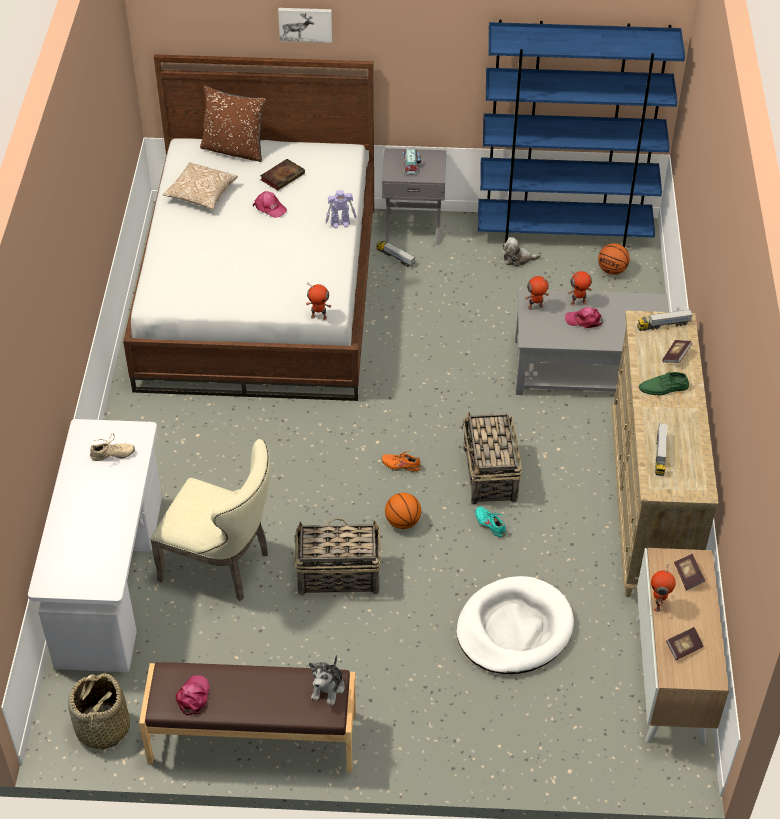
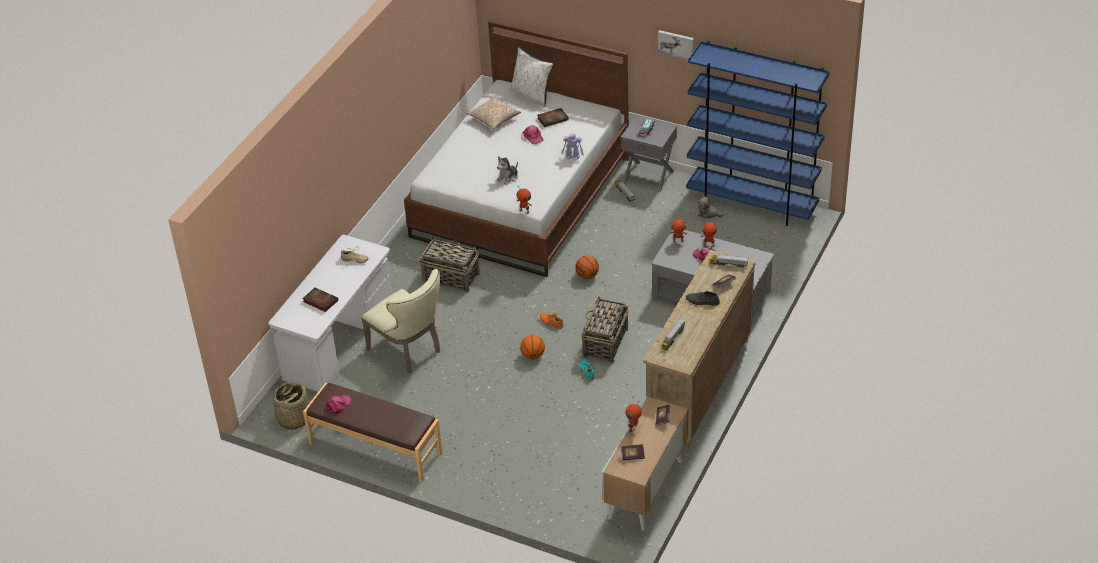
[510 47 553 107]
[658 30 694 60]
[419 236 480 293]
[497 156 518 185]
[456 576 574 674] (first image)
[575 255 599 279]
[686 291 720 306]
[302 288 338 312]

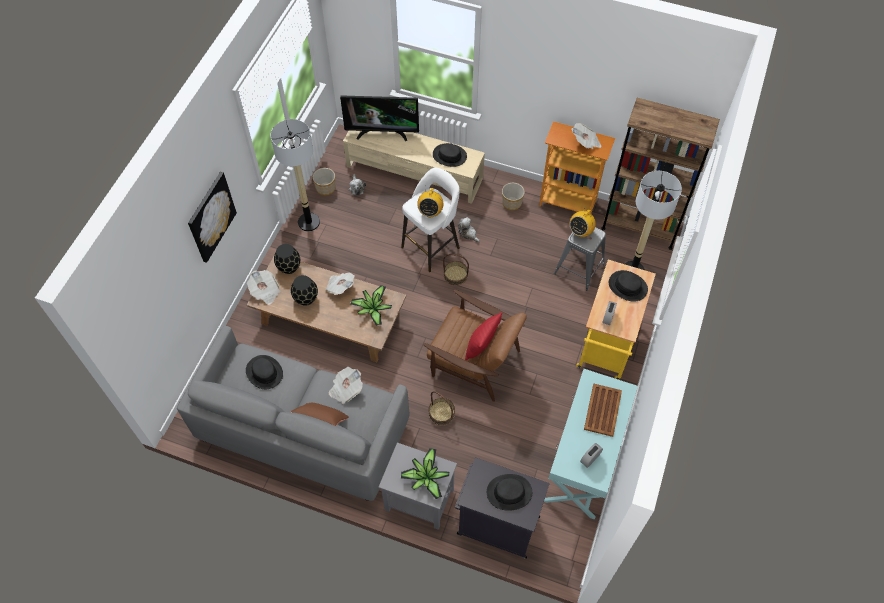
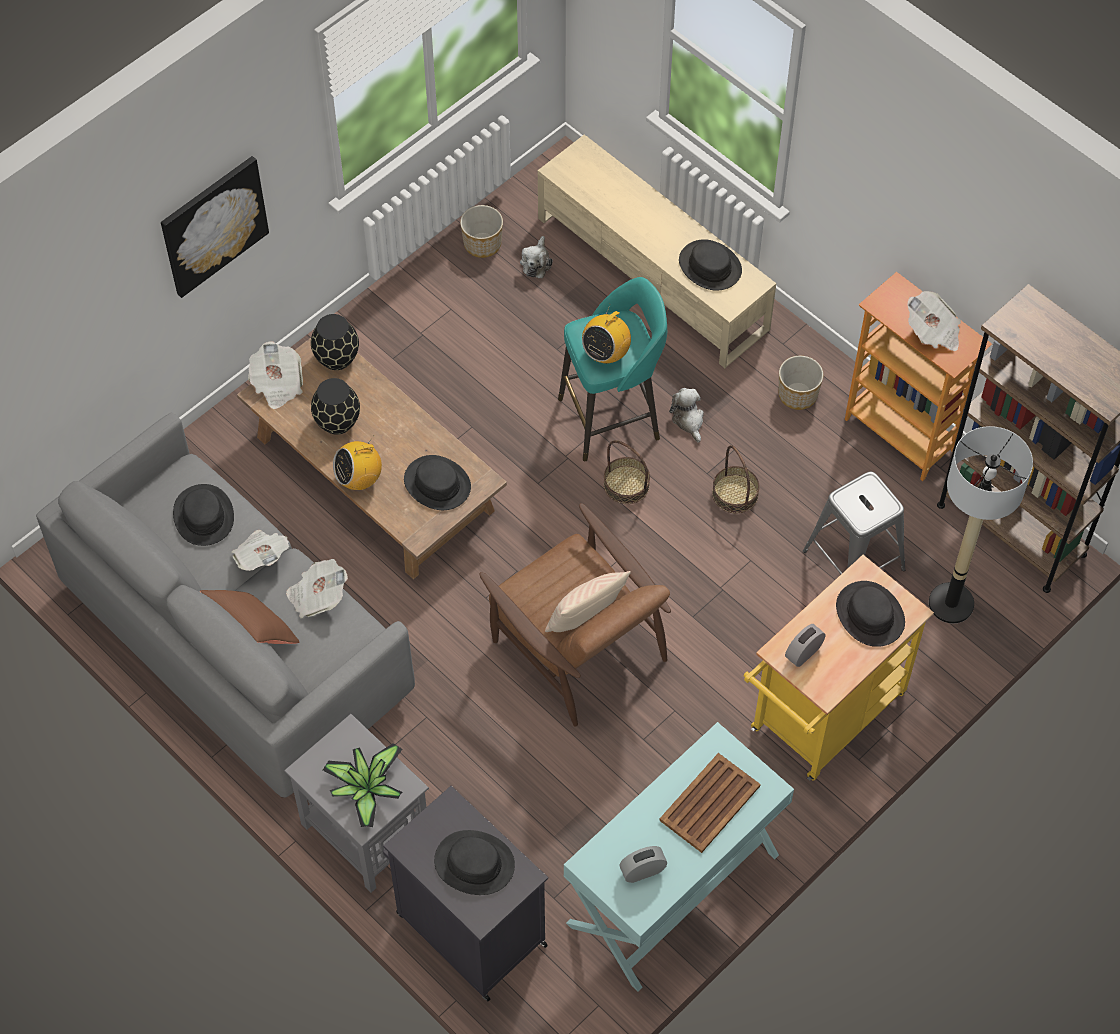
[271 119 320 231] (first image)
[232 530 289 571]
[340 95 419 141] (first image)
[404 455 471 510]
[558 277 667 461]
[712 445 759 514]
[545 571 631 632]
[333 435 382 490]

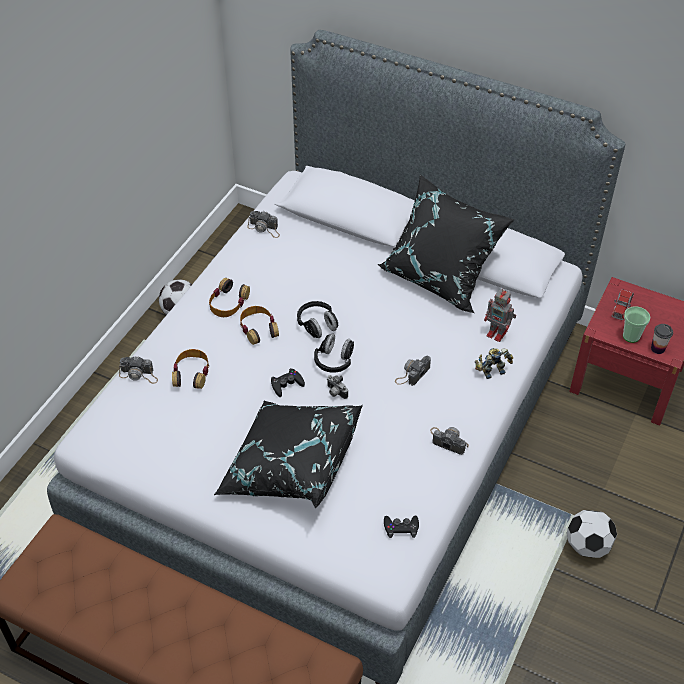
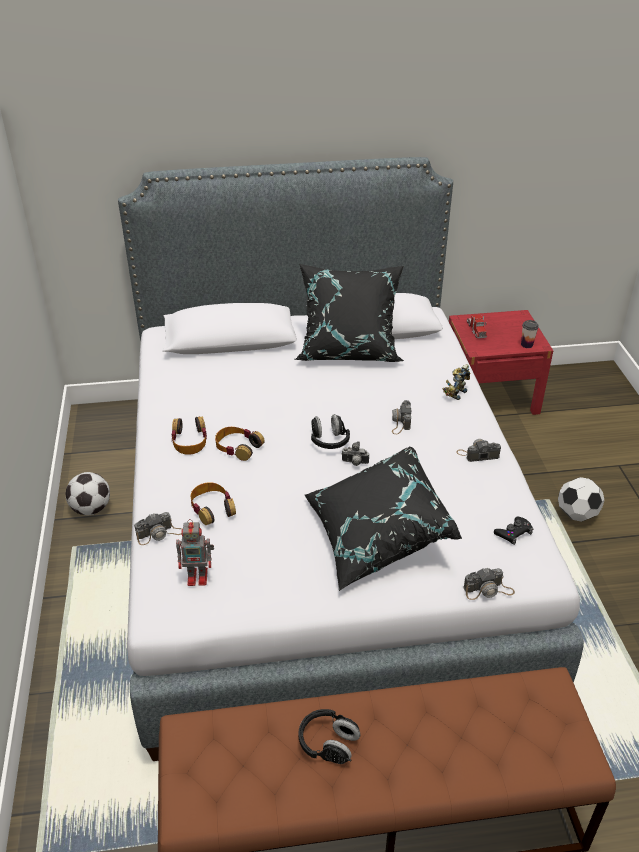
[463 568 515 600]
[271 368 305 397] (first image)
[299 709 360 764]
[176 519 214 586]
[623 306 650 343] (first image)

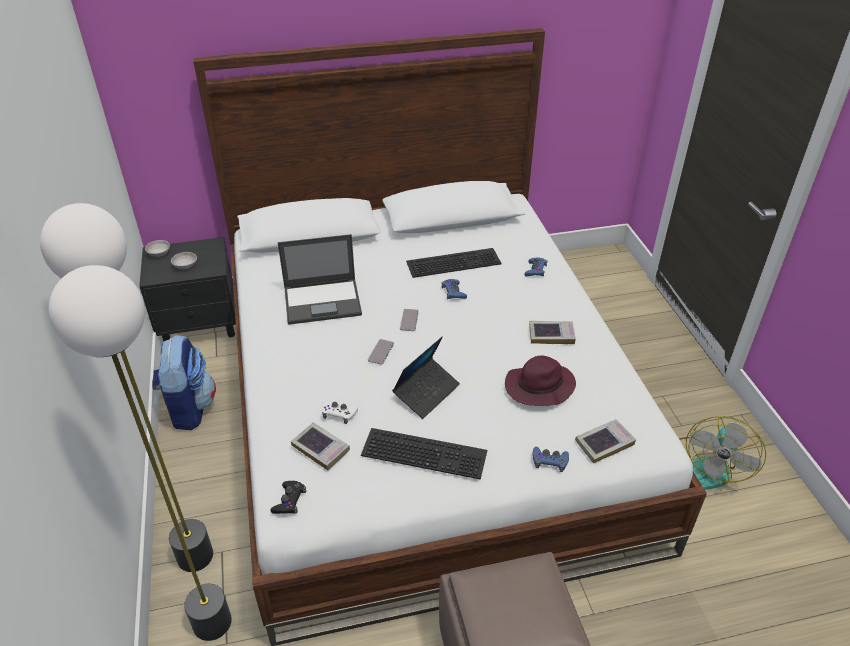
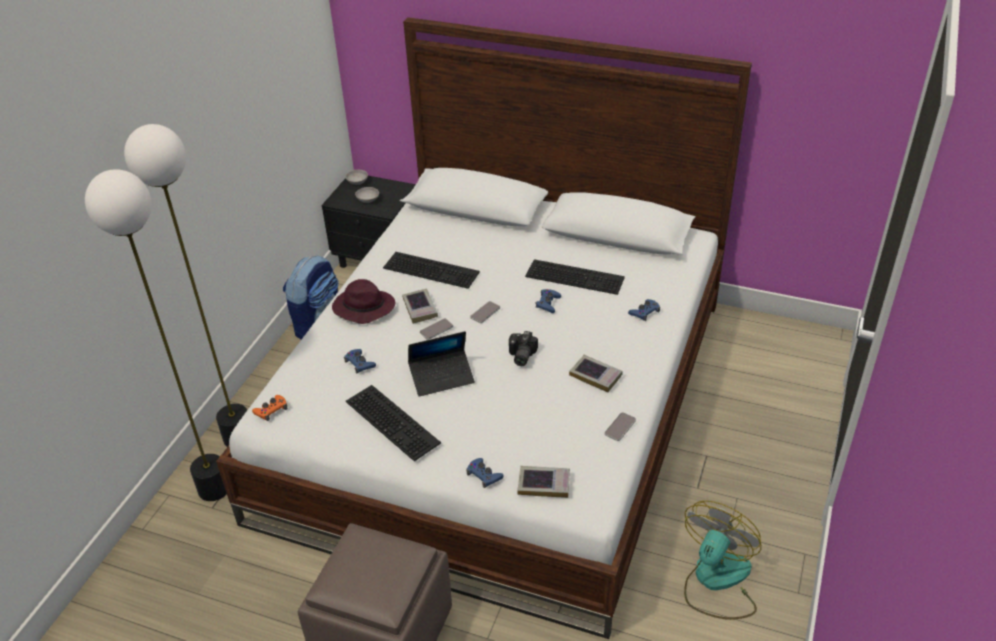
[252 395 288 421]
[383 252 480 289]
[402 289 438 324]
[344 349 376 373]
[332 279 395 324]
[684 501 761 620]
[509 331 538 366]
[605 412 636 441]

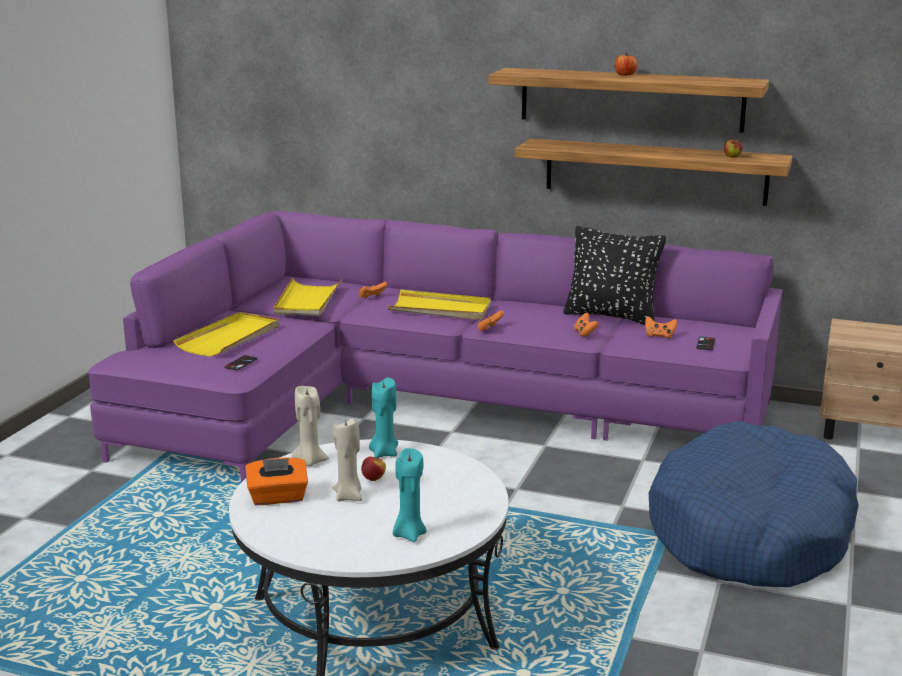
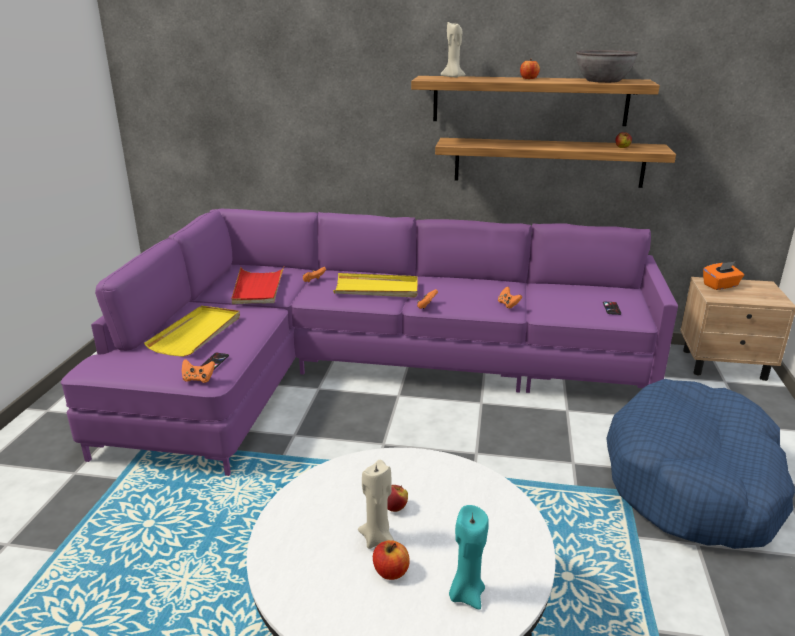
[703 262 744 290]
[232 267 284 304]
[441 22 466 78]
[369 378 398 458] (first image)
[563 226 666 325] (first image)
[182 359 215 383]
[373 540 410 580]
[576 50 638 83]

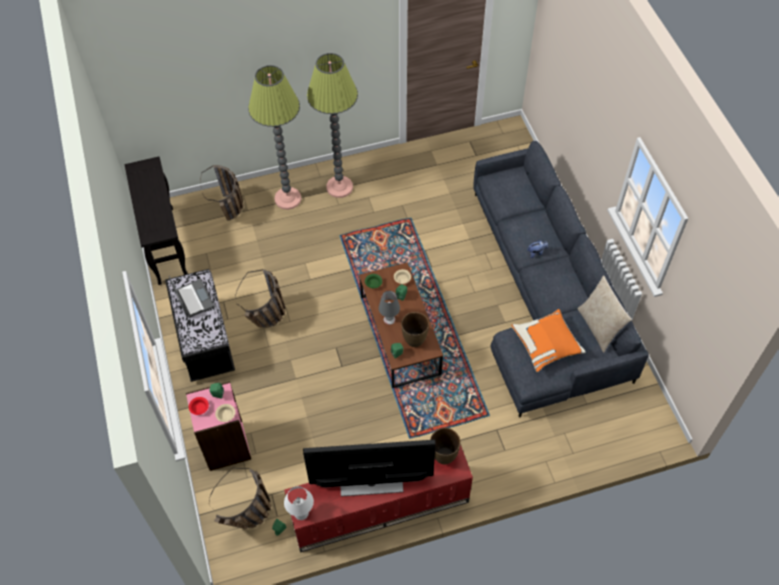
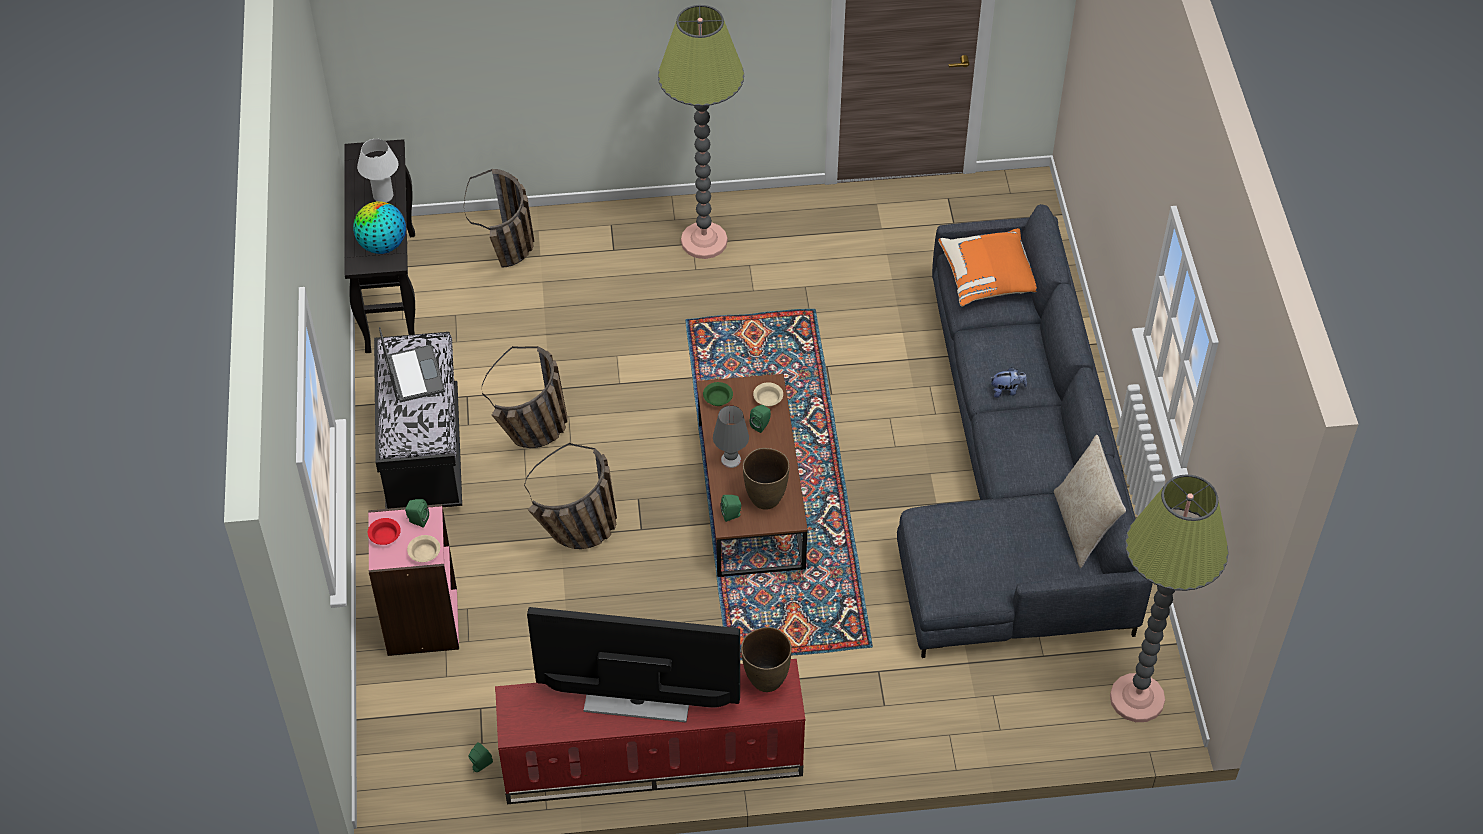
[524 443 617 549]
[1110 474 1229 722]
[357 139 398 203]
[938 228 1037 307]
[353 202 406 254]

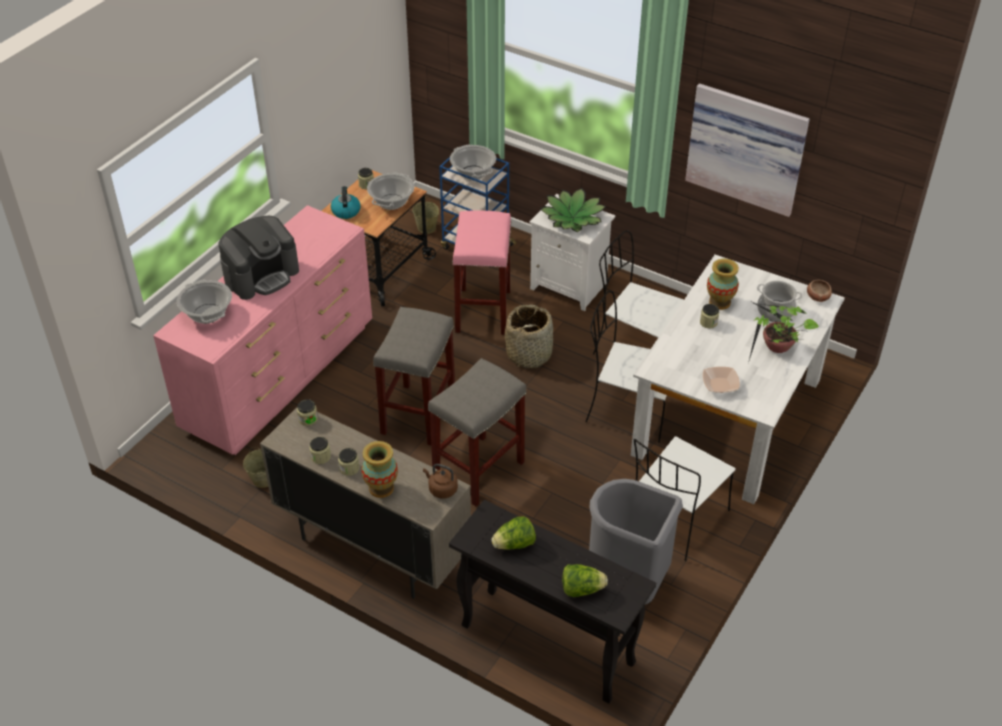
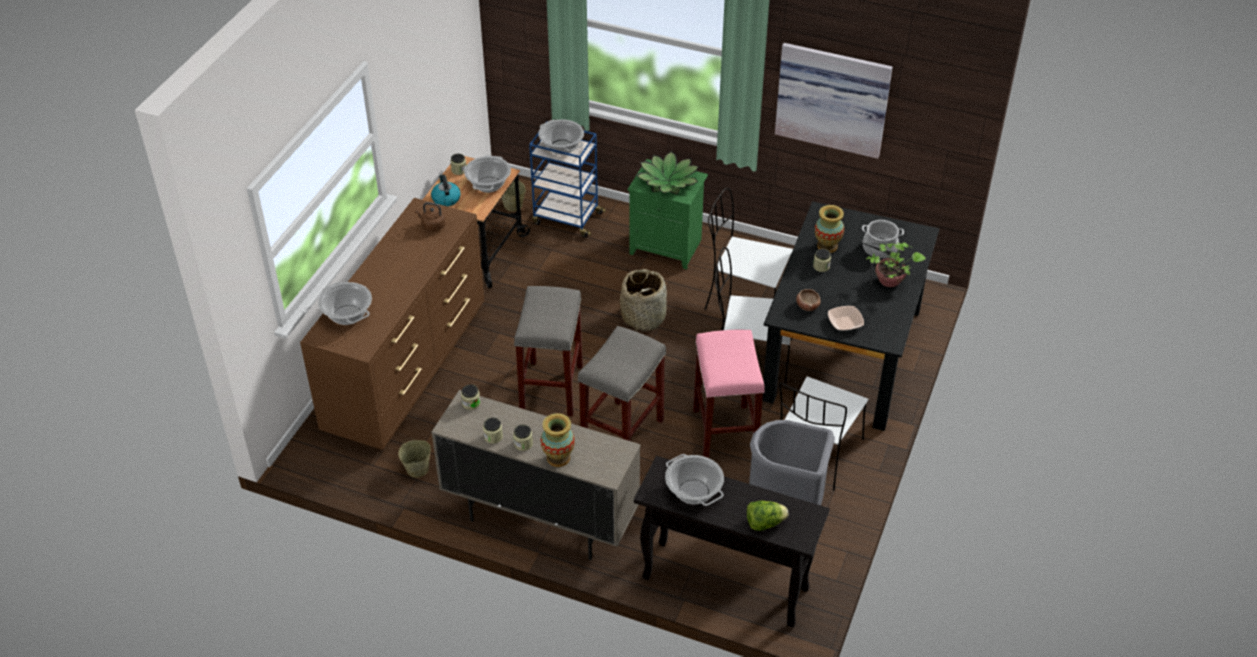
[300 198 484 450]
[218 216 299 300] (first image)
[415 202 445 232]
[693 330 765 458]
[665 454 724 506]
[628 159 708 270]
[762 201 940 431]
[796 289 820 311]

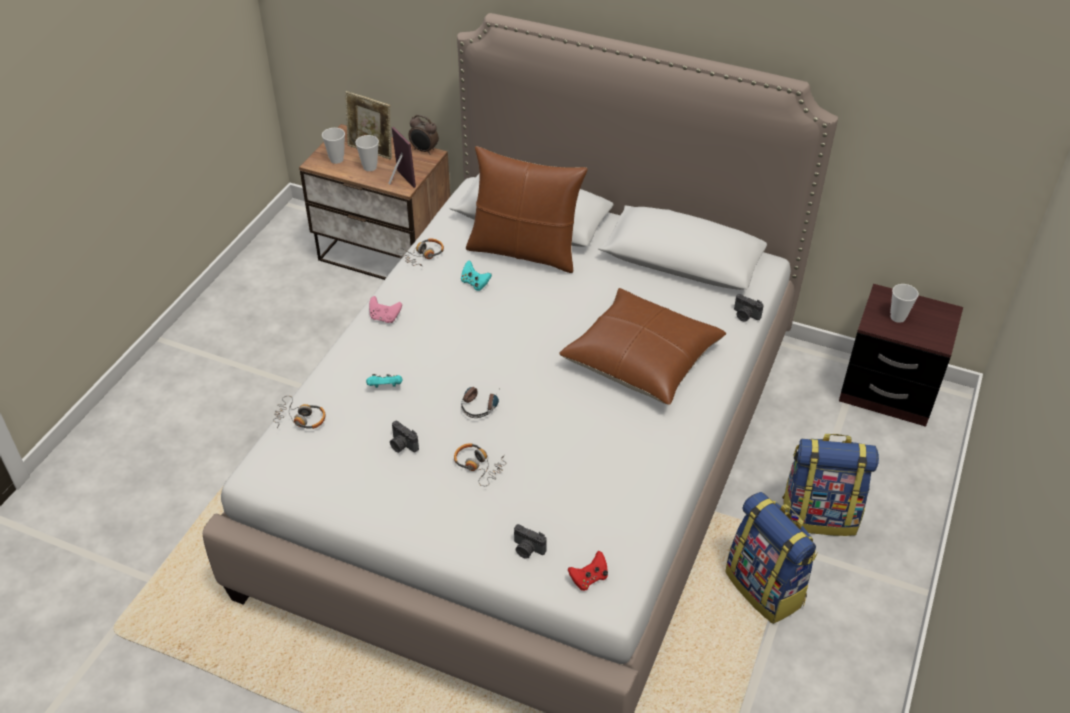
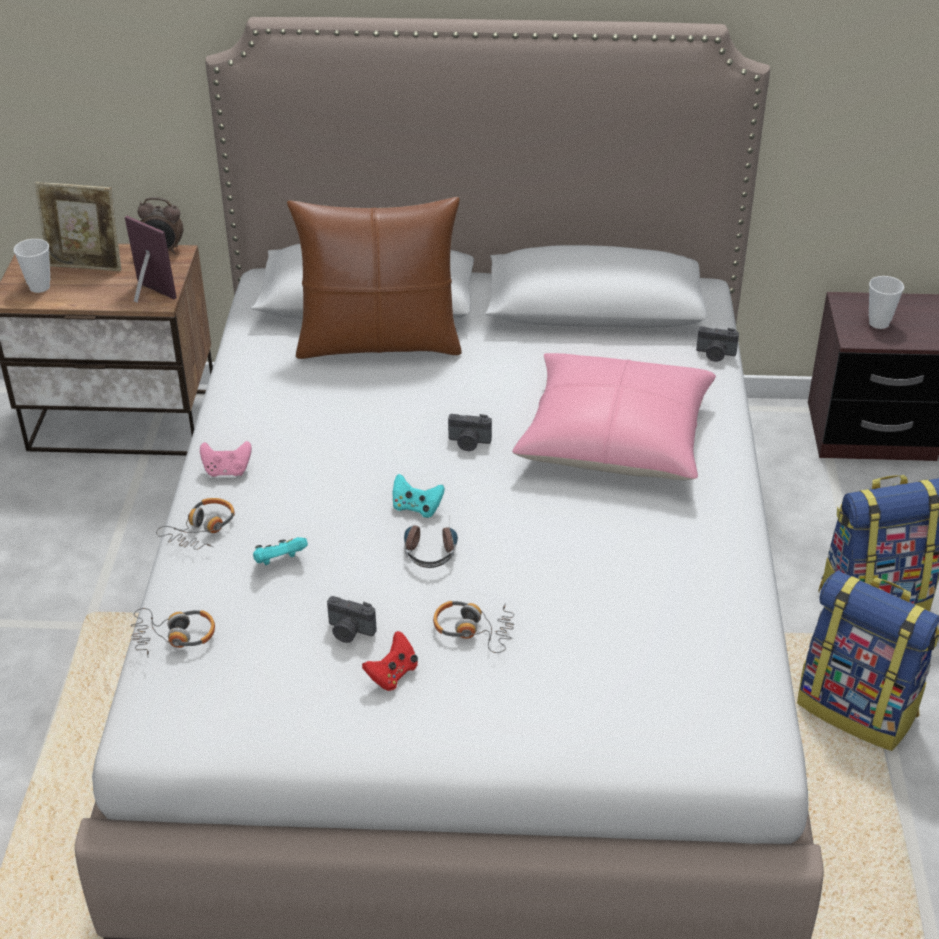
[355 135 379 171] (first image)
[156 498 235 550]
[392 474 445 518]
[448 414 492 451]
[512 353 716 480]
[362 631 418 691]

